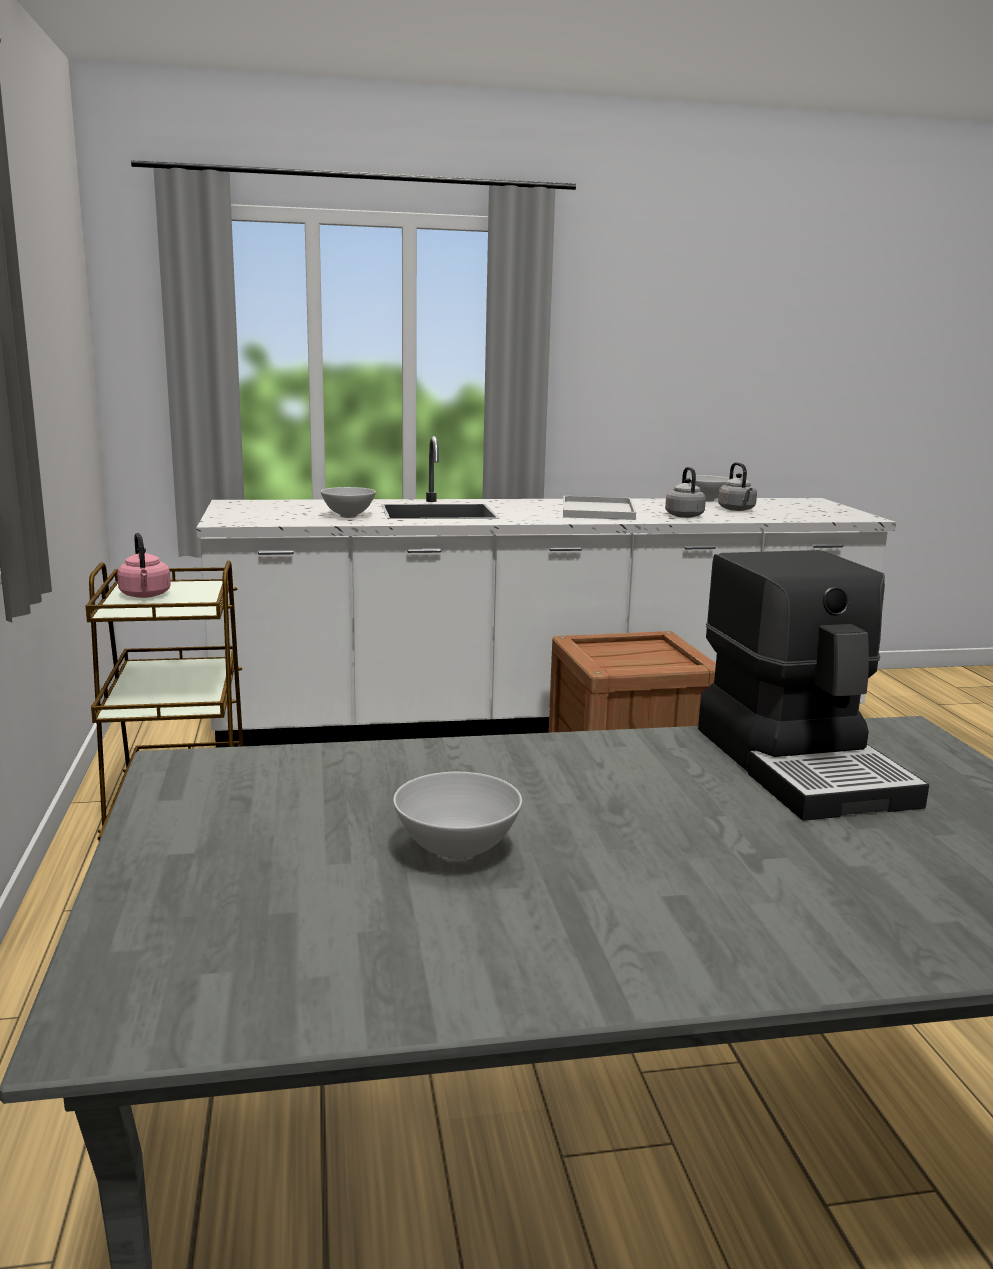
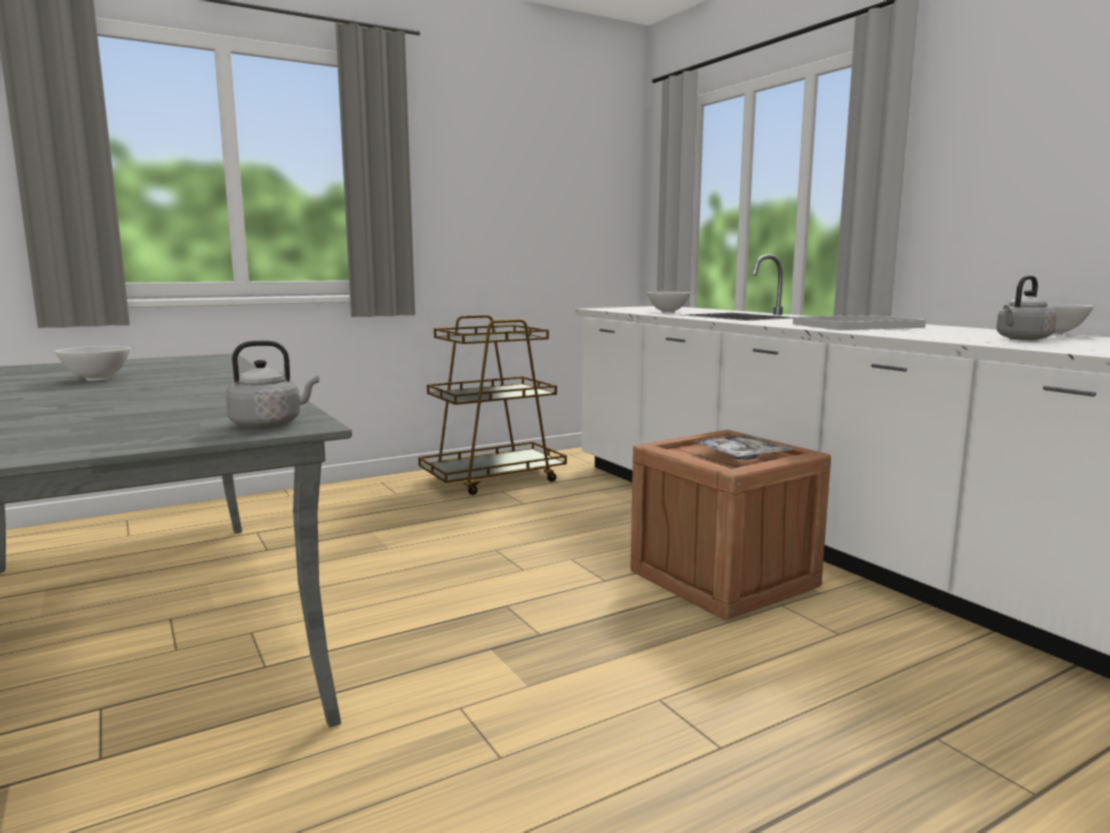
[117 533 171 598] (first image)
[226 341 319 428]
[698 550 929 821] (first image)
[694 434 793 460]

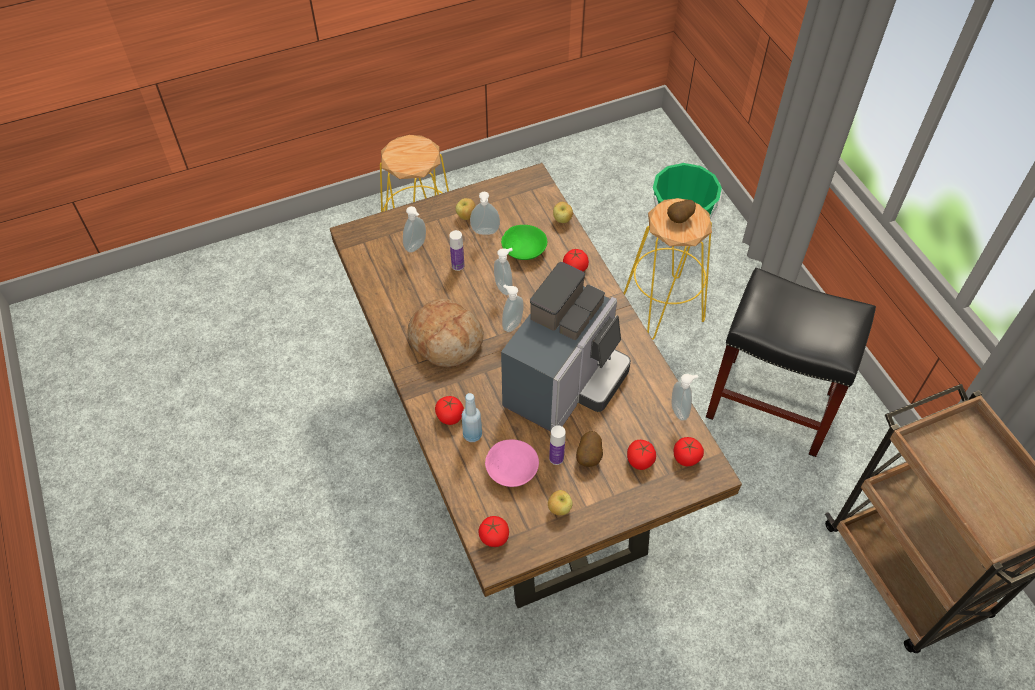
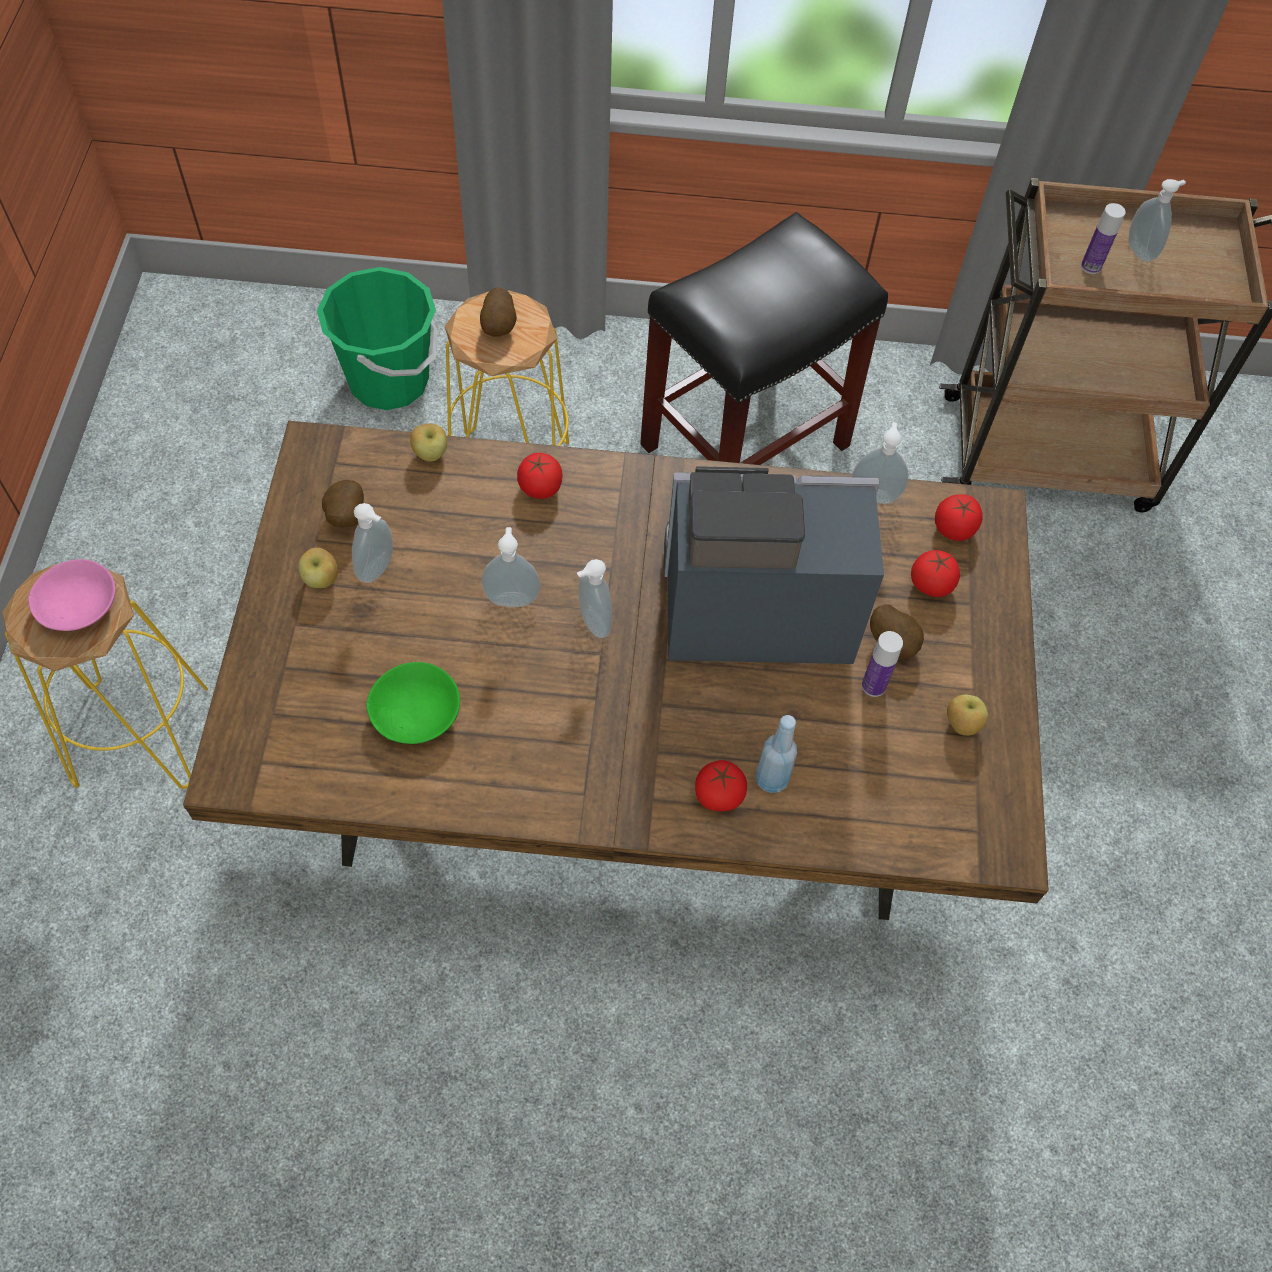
[1128 179 1186 262]
[408 298 484 367] (first image)
[1081 203 1126 274]
[479 516 509 547] (first image)
[28 559 115 631]
[366 662 460 744]
[664 466 884 664]
[322 480 364 527]

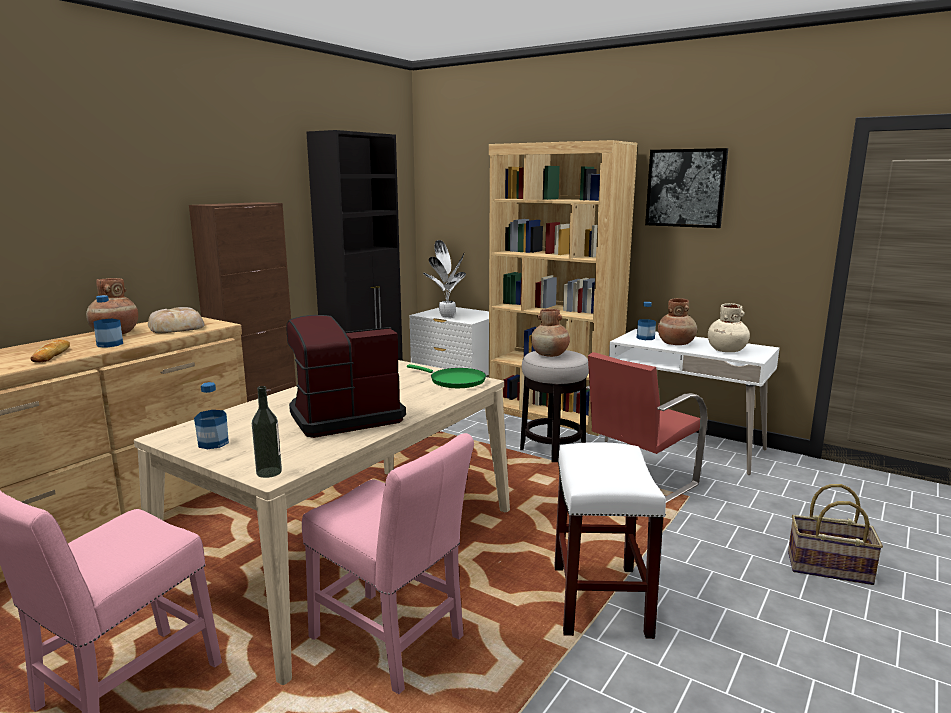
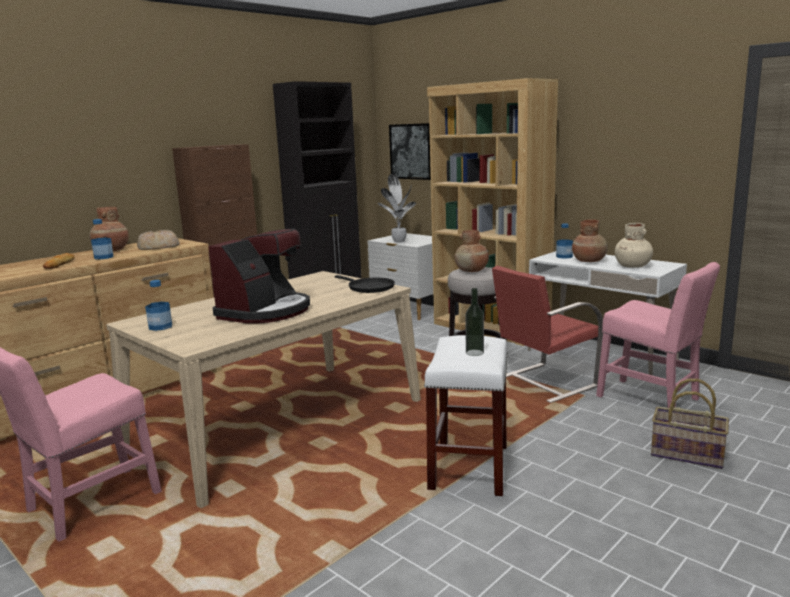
[465 288 484 356]
[208 228 310 323]
[596 262 720 408]
[335 275 395 293]
[389 123 431 180]

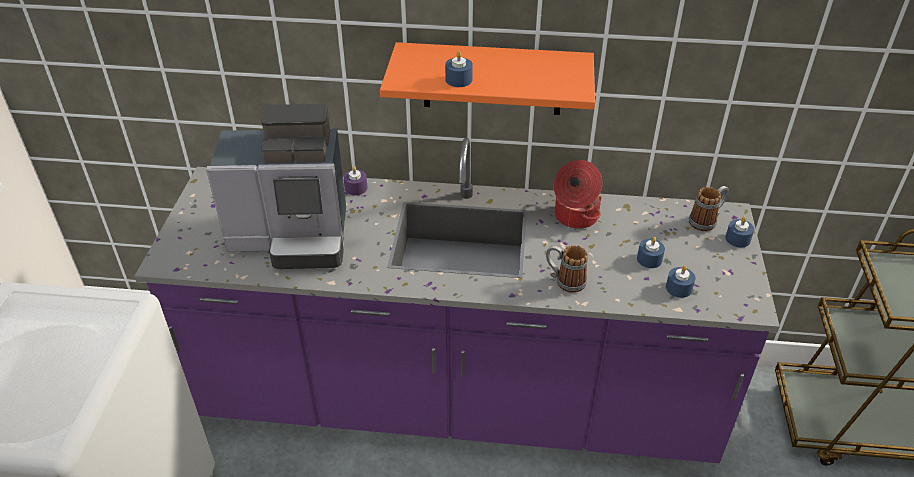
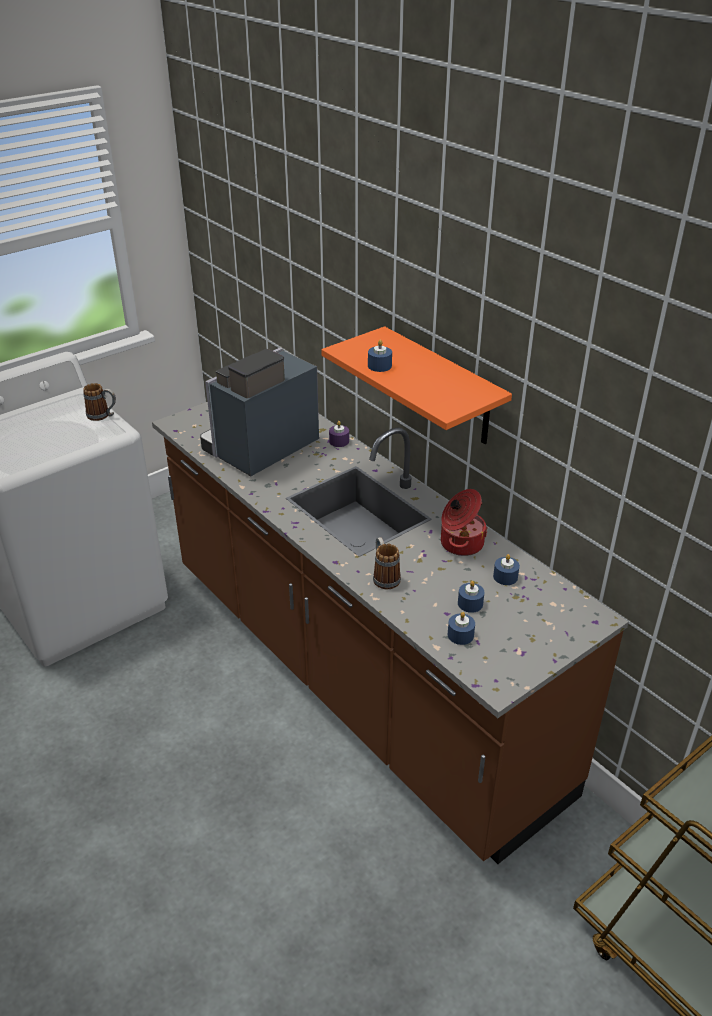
[152 402 629 864]
[200 347 319 477]
[83 383 116 421]
[493 554 520 585]

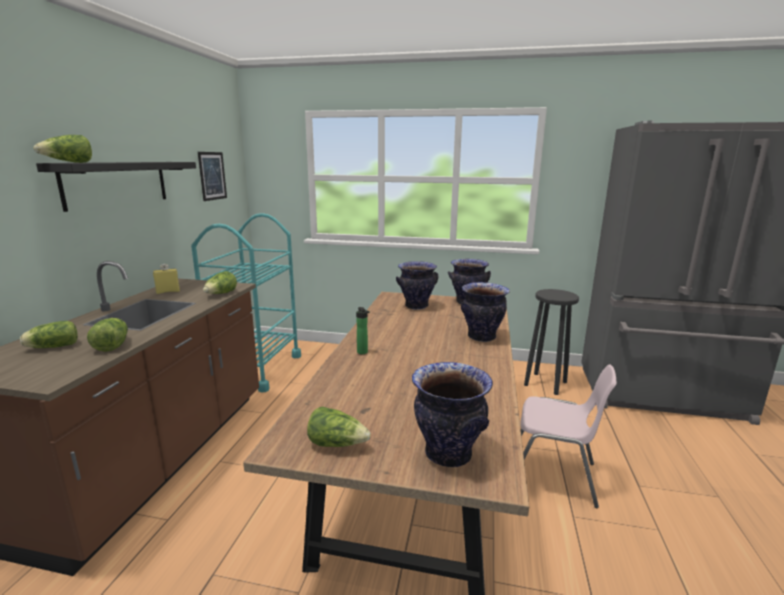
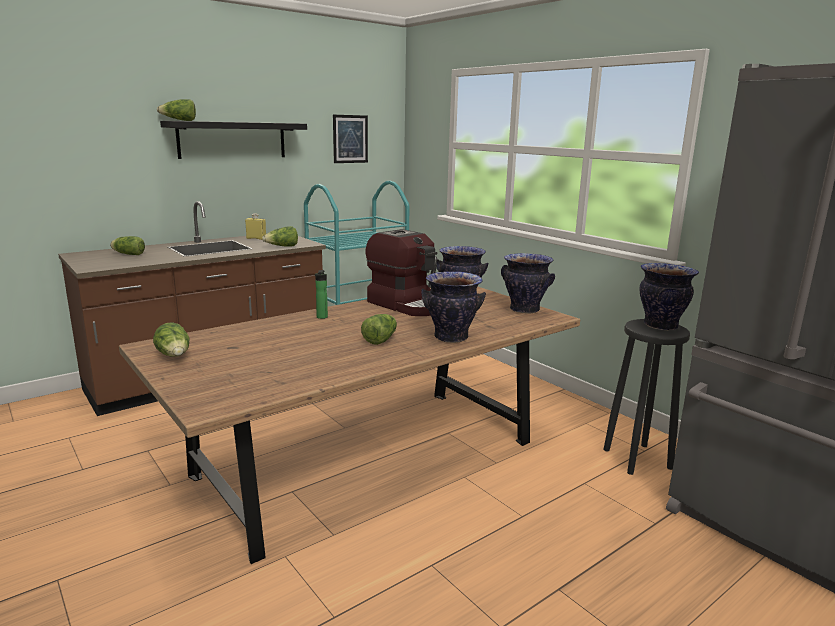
[361 314 397 345]
[639 263 699 330]
[520 364 617 508] (first image)
[366 229 437 316]

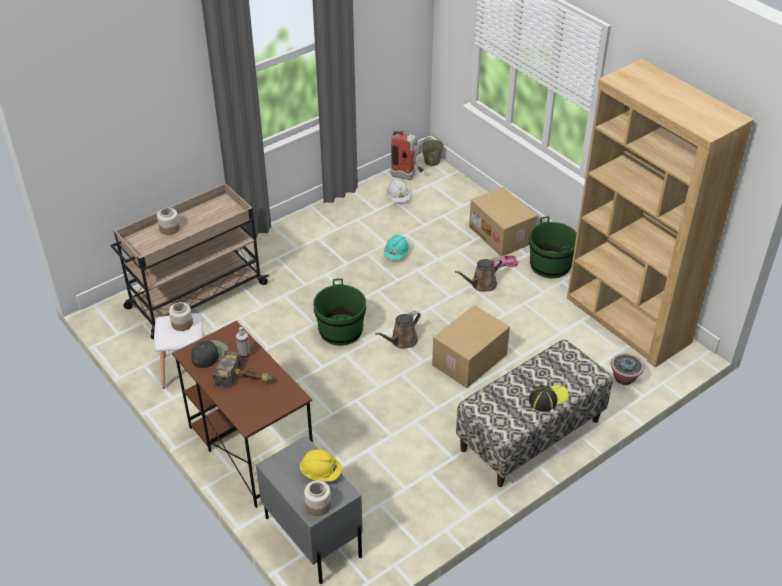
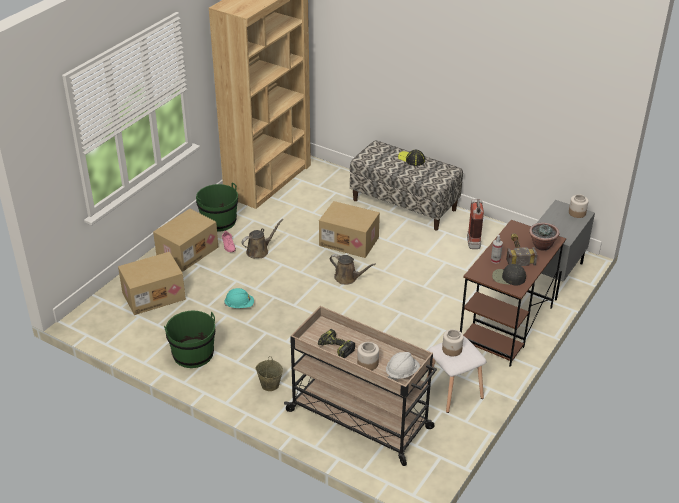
[299 450 342 481] (first image)
[164 311 215 368]
[386 352 420 380]
[467 199 484 249]
[256 356 283 391]
[241 219 283 258]
[529 223 559 251]
[118 252 186 315]
[318 329 355 358]

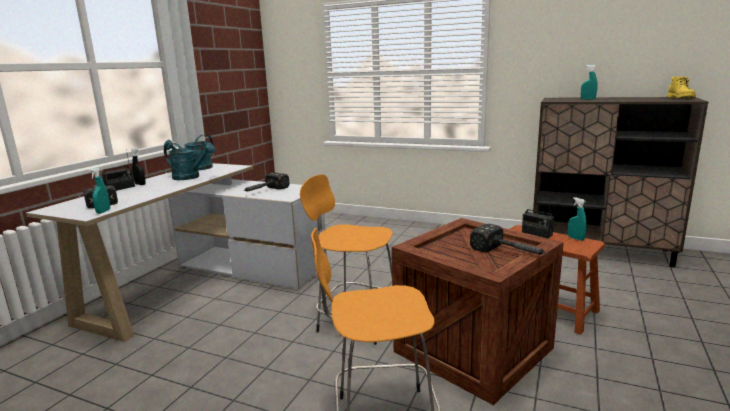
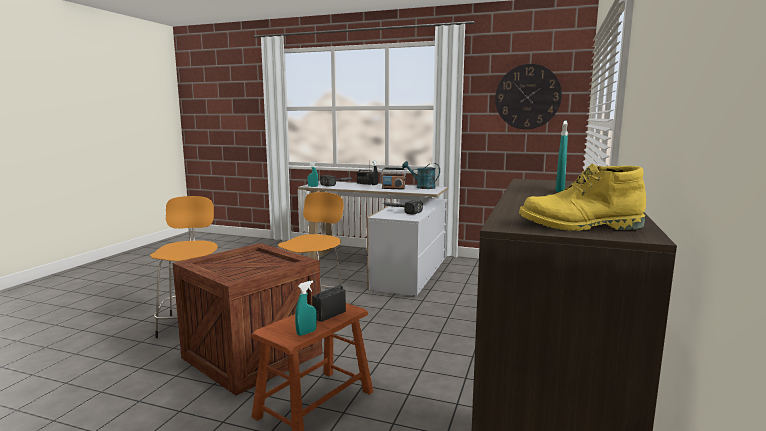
[381 168 406 190]
[470 224 547 255] (first image)
[495 64 562 129]

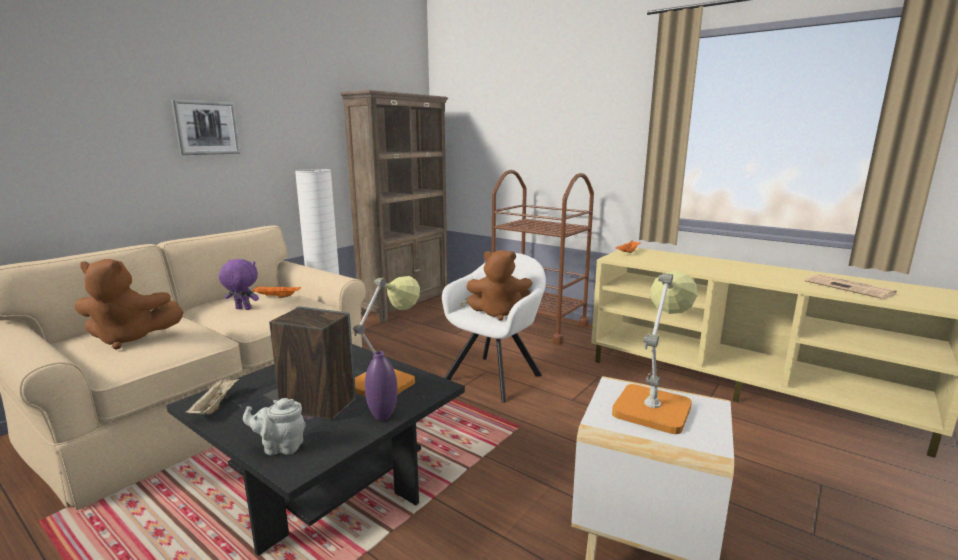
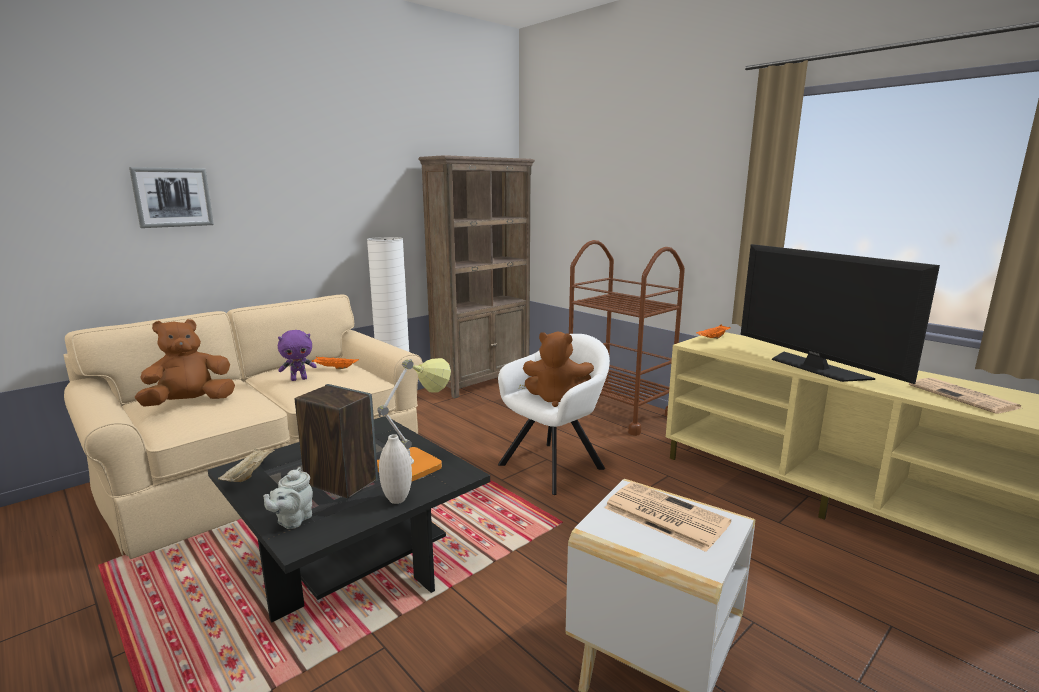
[135 319 235 407]
[129 167 214 228]
[278 330 317 381]
[263 467 313 529]
[379 434 412 504]
[605 482 731 552]
[741 244 940 384]

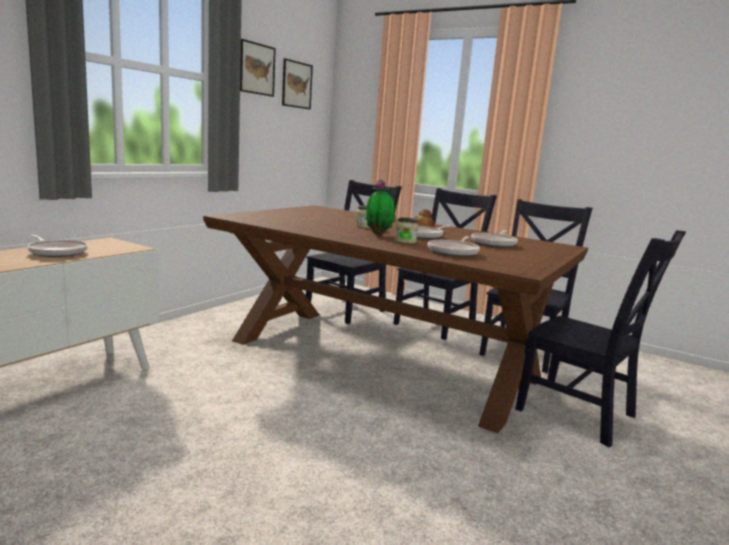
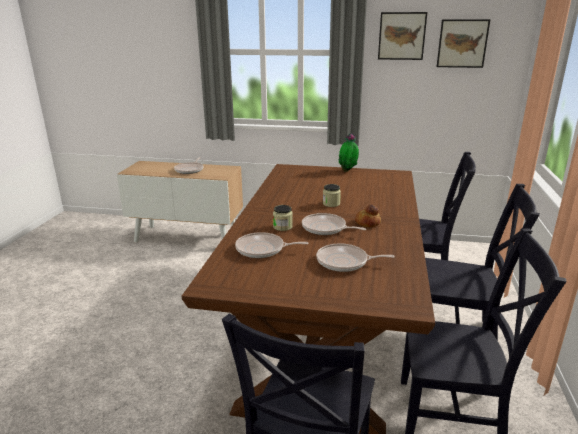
[339 133 359 172]

